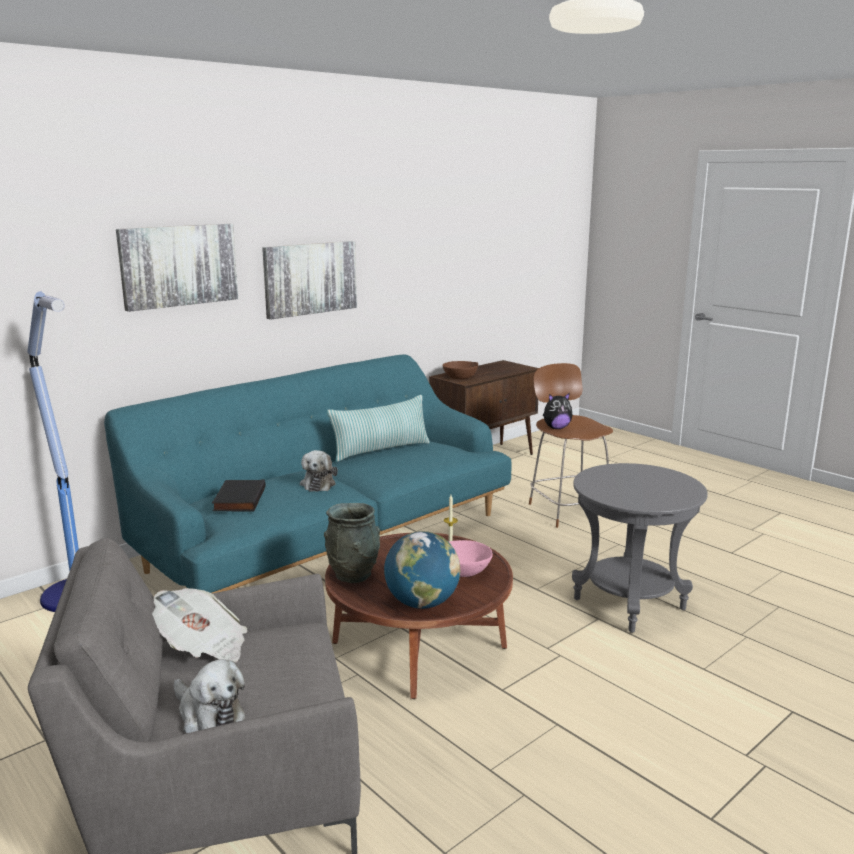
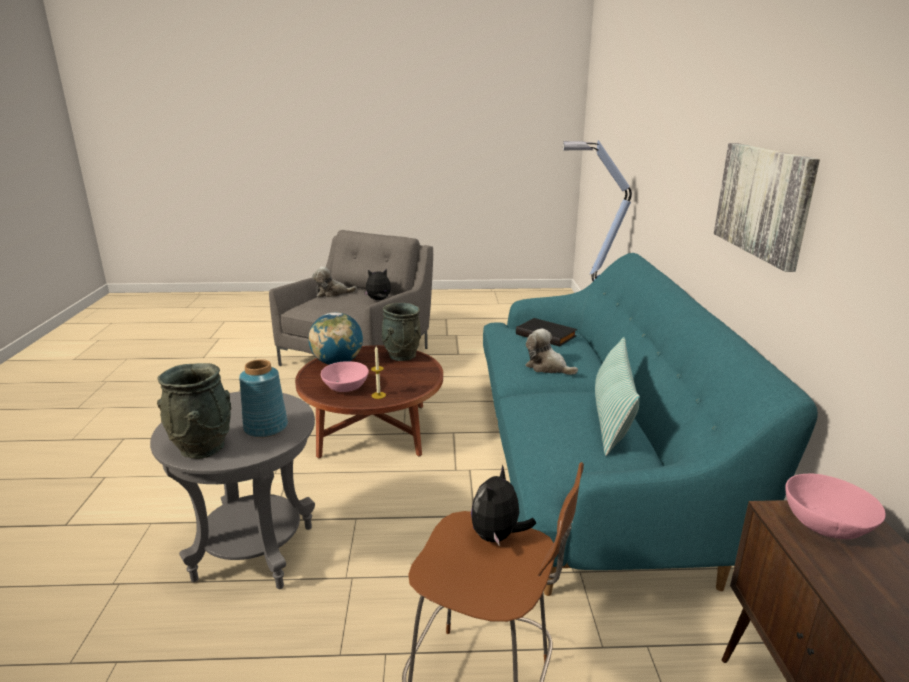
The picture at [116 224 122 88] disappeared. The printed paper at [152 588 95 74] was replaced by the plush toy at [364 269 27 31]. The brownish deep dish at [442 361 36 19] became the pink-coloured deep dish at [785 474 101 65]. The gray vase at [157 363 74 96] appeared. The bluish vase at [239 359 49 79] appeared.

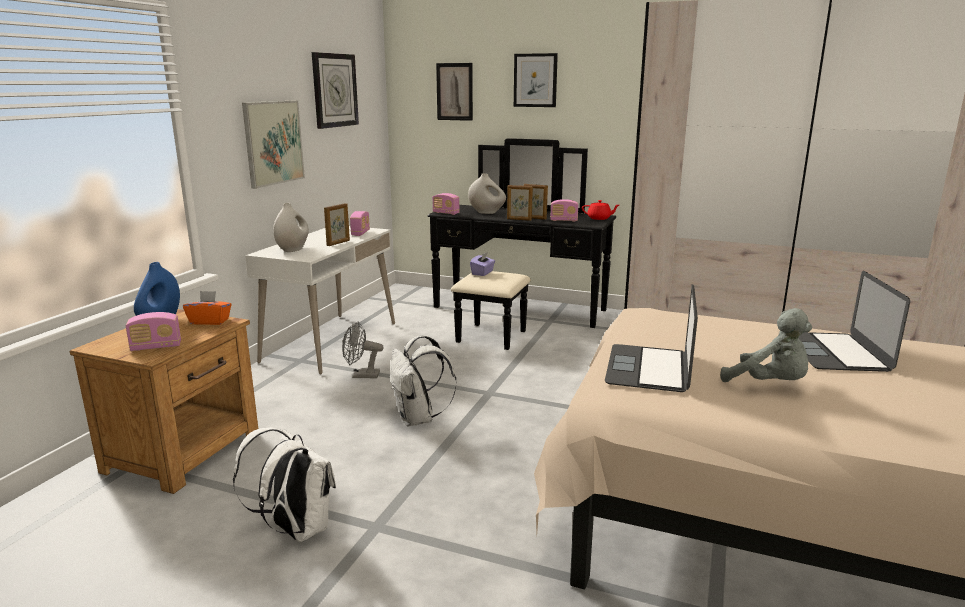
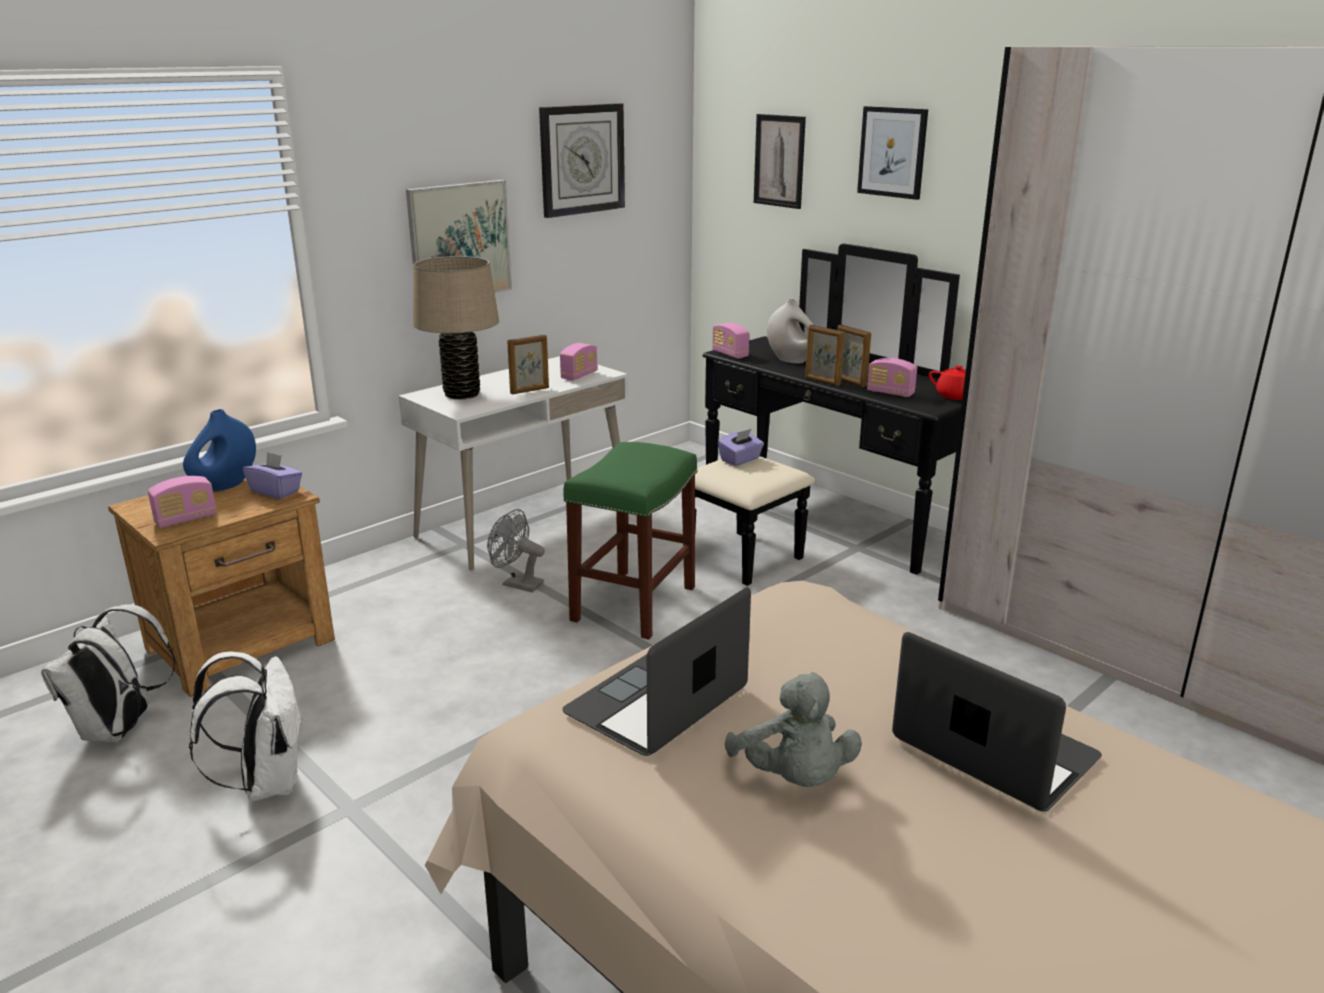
The radio set at [126 312 55 39] turned 45 degrees counterclockwise. The orangey tissue holder at [183 291 49 34] became the purple tissue holder at [243 452 59 47]. The white-coloured vase at [273 203 36 49] was replaced by the beige table lamp at [413 256 86 143]. The white-coloured rucksack moved from [390 335 67 91] to [41 605 134 137]. The notebook computer at [799 271 111 101] turned 105 degrees clockwise. The green-coloured stool seat at [563 442 135 198] appeared.

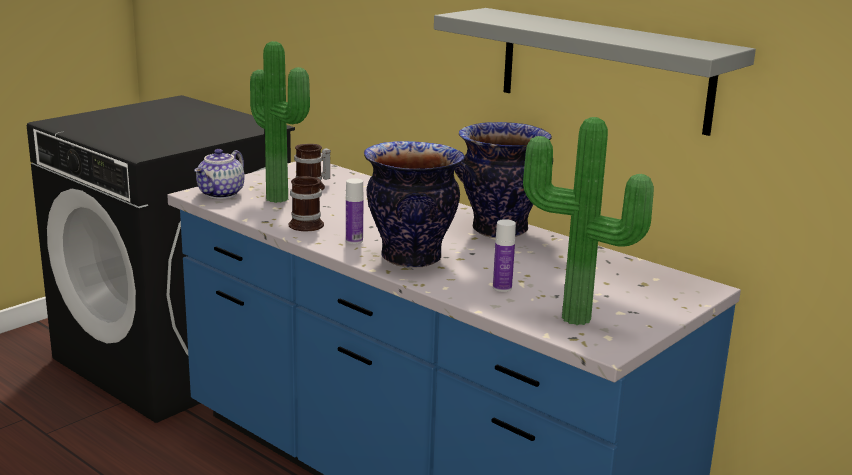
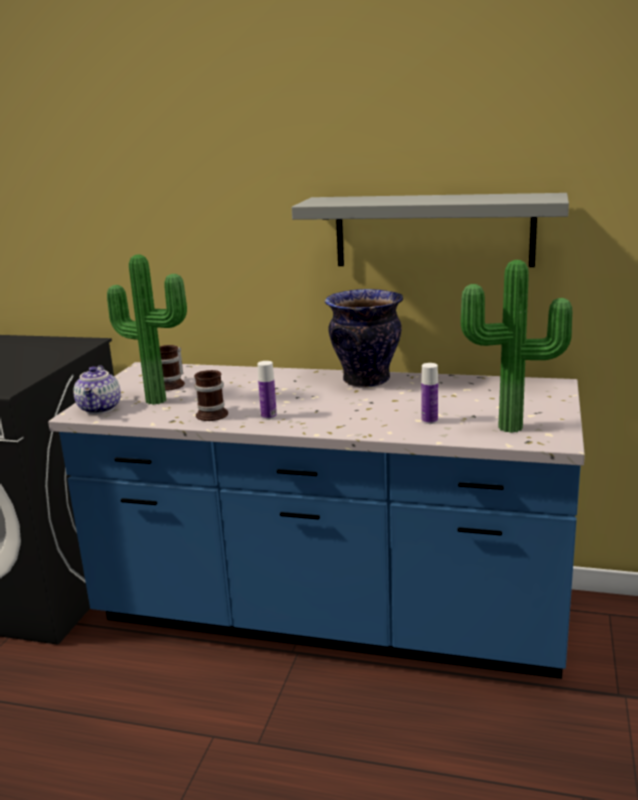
The vase at [364 141 101 127] disappeared.

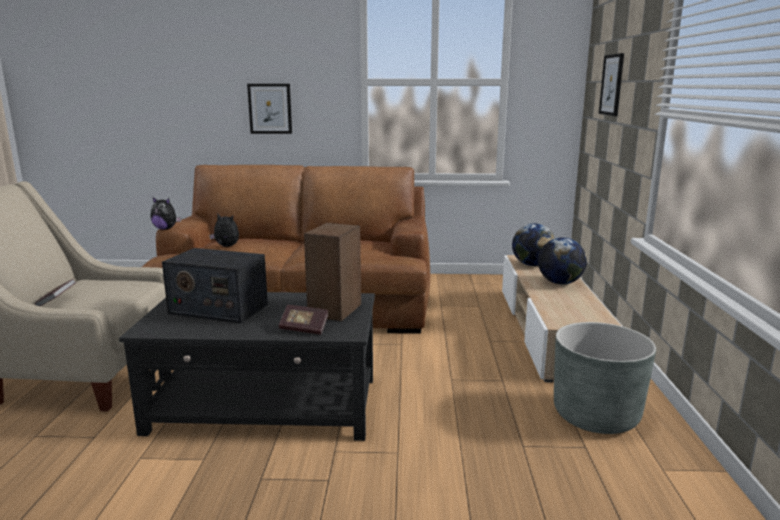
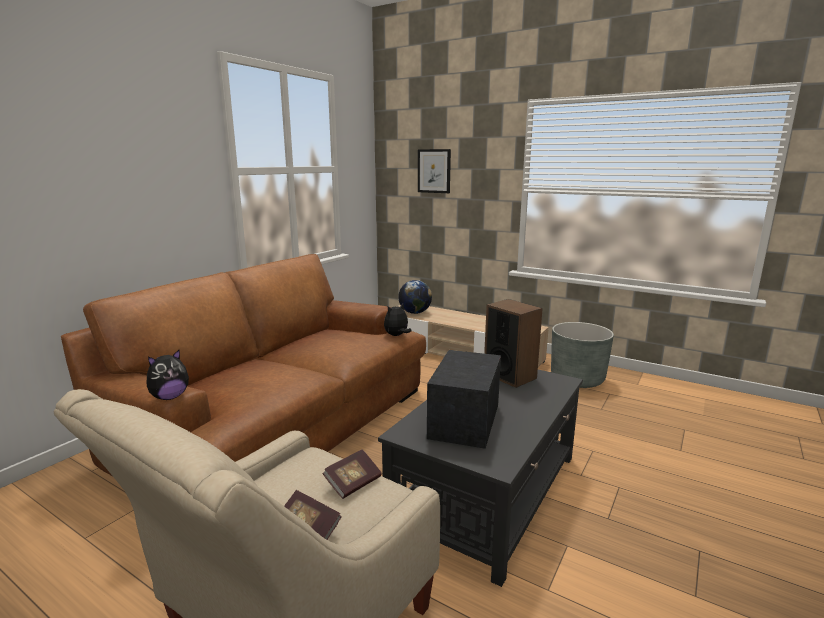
The radio set at [162 248 106 75] turned 150 degrees clockwise. The plush toy moved from [209 214 30 33] to [384 304 28 32]. The picture at [247 84 45 50] disappeared. The volume moved from [279 305 49 30] to [322 449 60 50]. The globe at [538 237 49 47] disappeared.

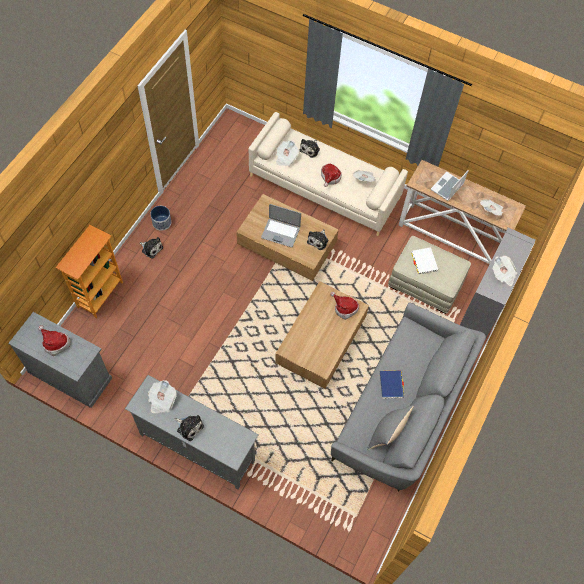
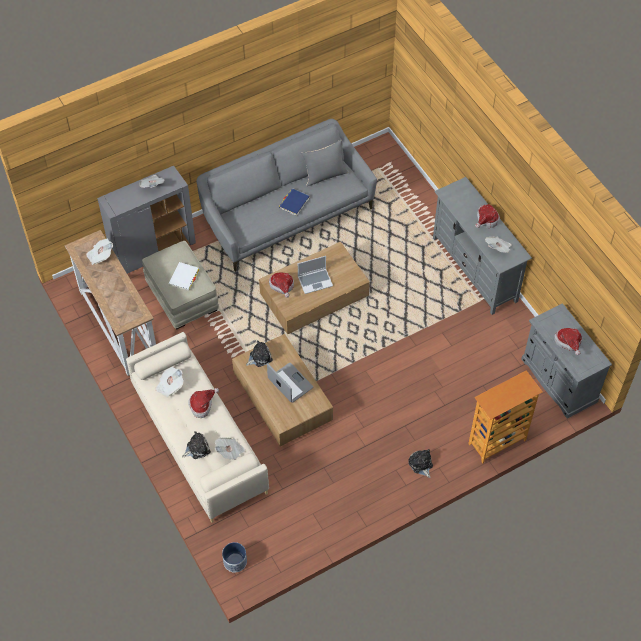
The plant pot moved from [150 206 21 25] to [222 542 25 31]. The plush toy at [174 415 30 26] was replaced by the hat at [475 204 25 24]. The notebook computer moved from [430 170 39 31] to [298 256 35 38].

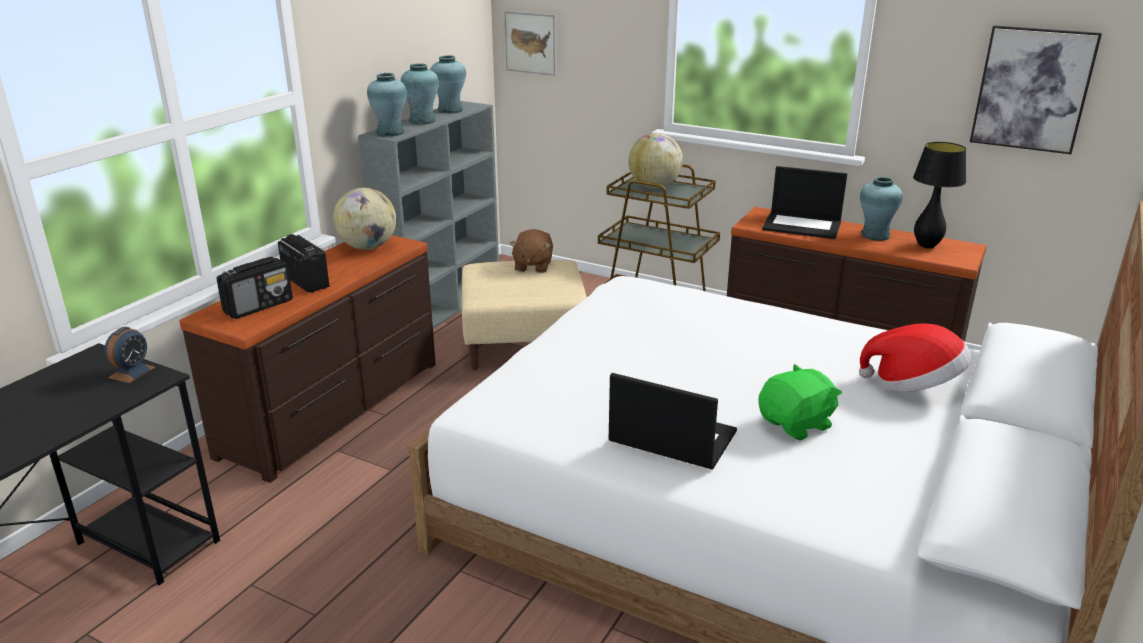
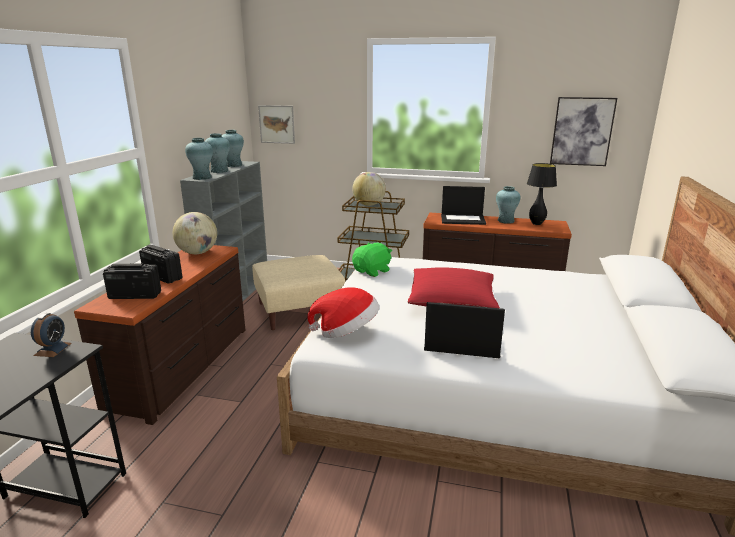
The radio set at [216 257 77 62] turned 120 degrees counterclockwise. The brownish plush toy at [509 229 44 44] disappeared. The green-coloured plush toy moved from [758 364 84 77] to [352 243 40 34]. The hat moved from [859 323 112 69] to [307 288 72 50]. The reddish cushion at [408 267 92 41] appeared.

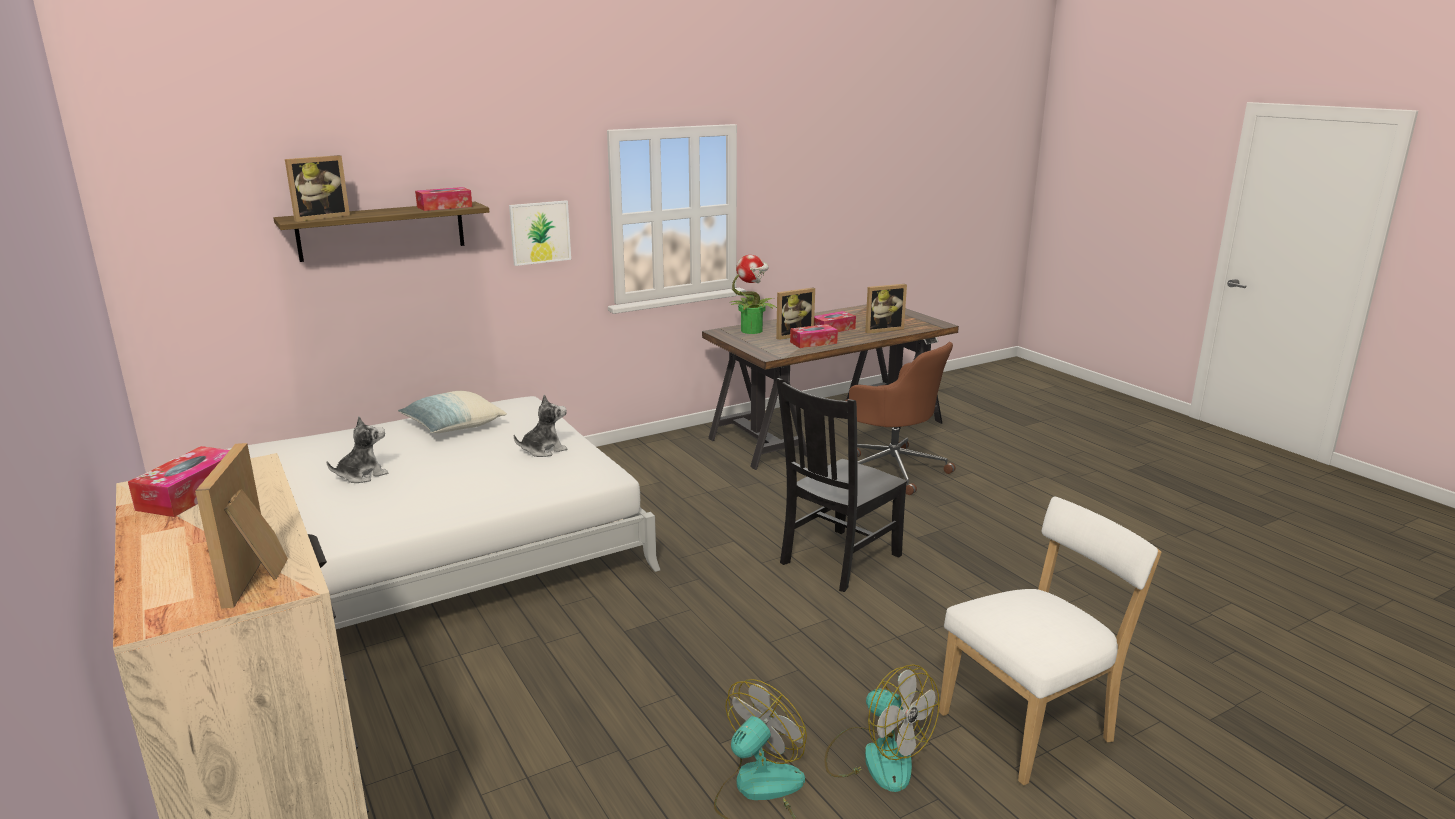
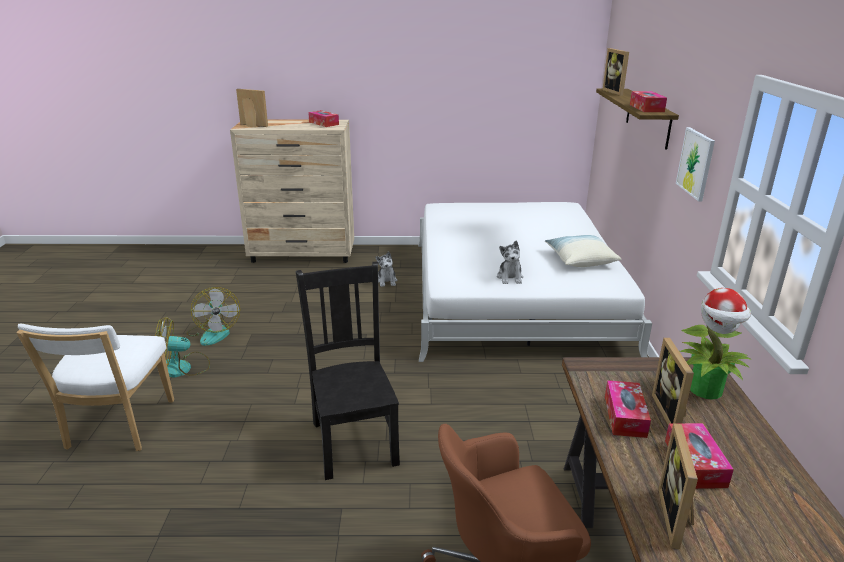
The plush toy moved from [327 417 61 66] to [376 251 21 36].

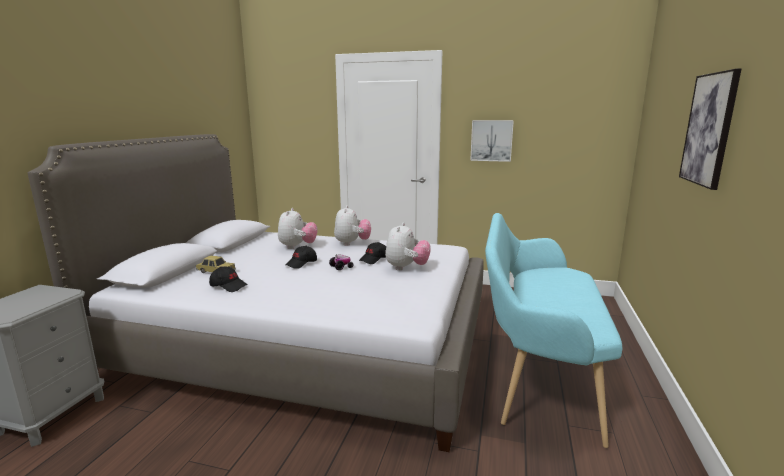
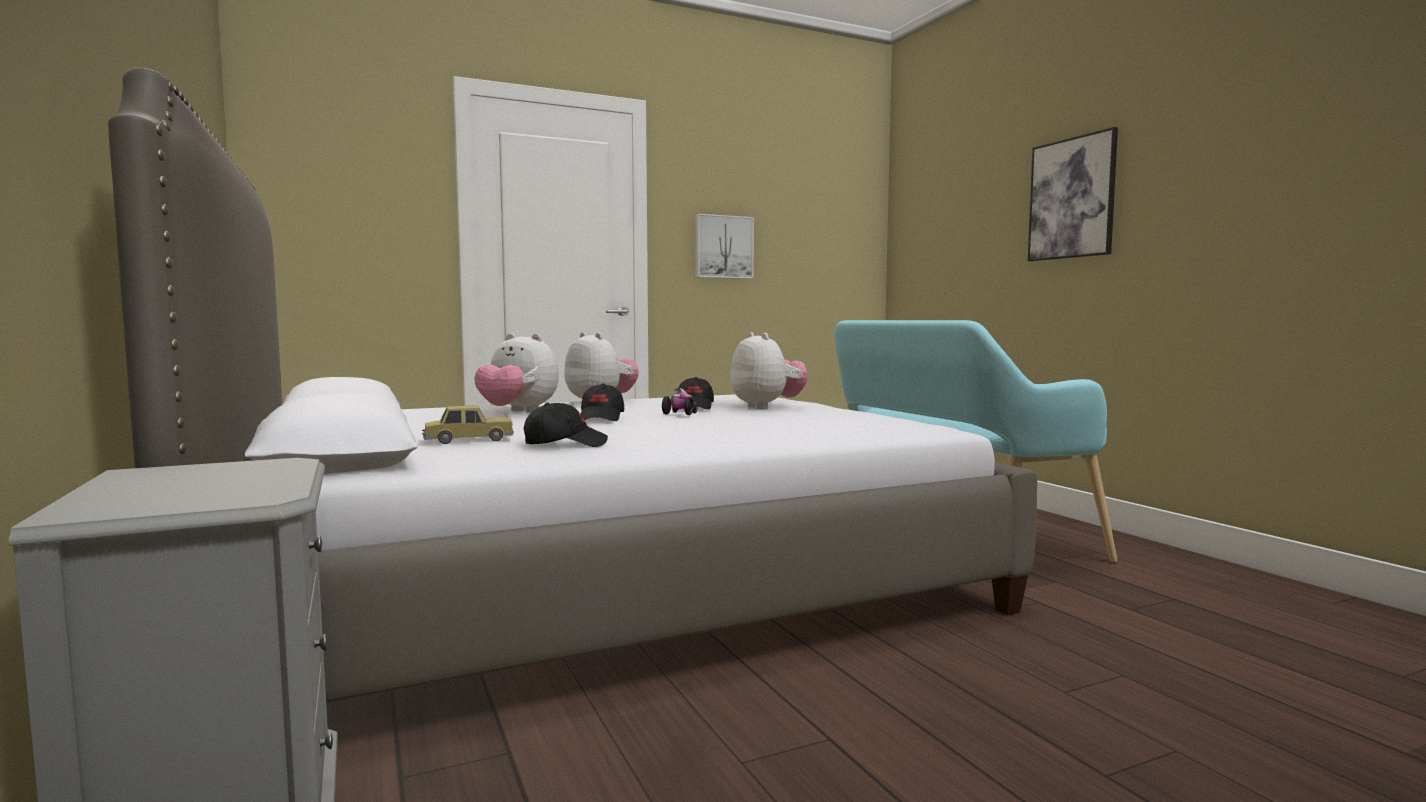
The plush toy at [278 208 40 41] turned 150 degrees clockwise.

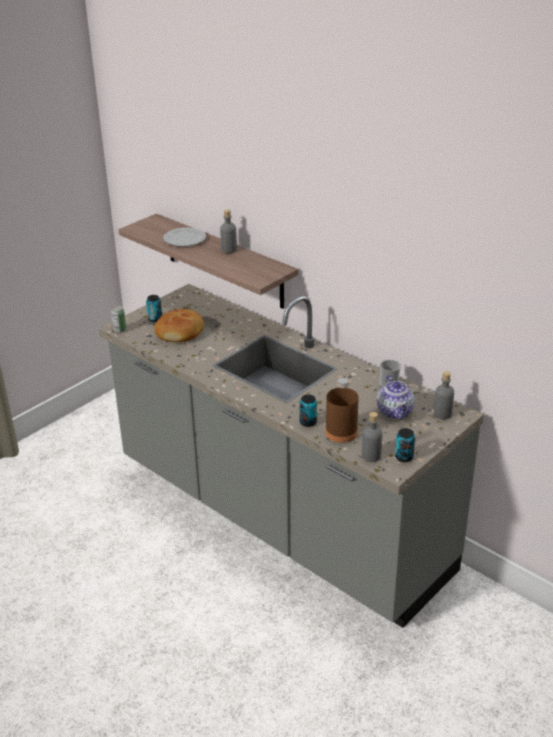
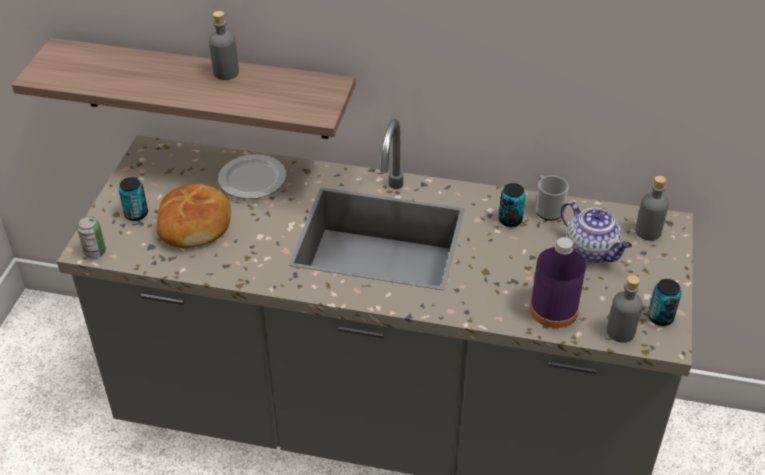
The plate moved from [163 228 43 19] to [218 154 68 45]. The can moved from [300 394 17 33] to [499 183 27 44]. The brownish drink bottle at [325 378 34 65] became the purple drink bottle at [530 237 56 91].

